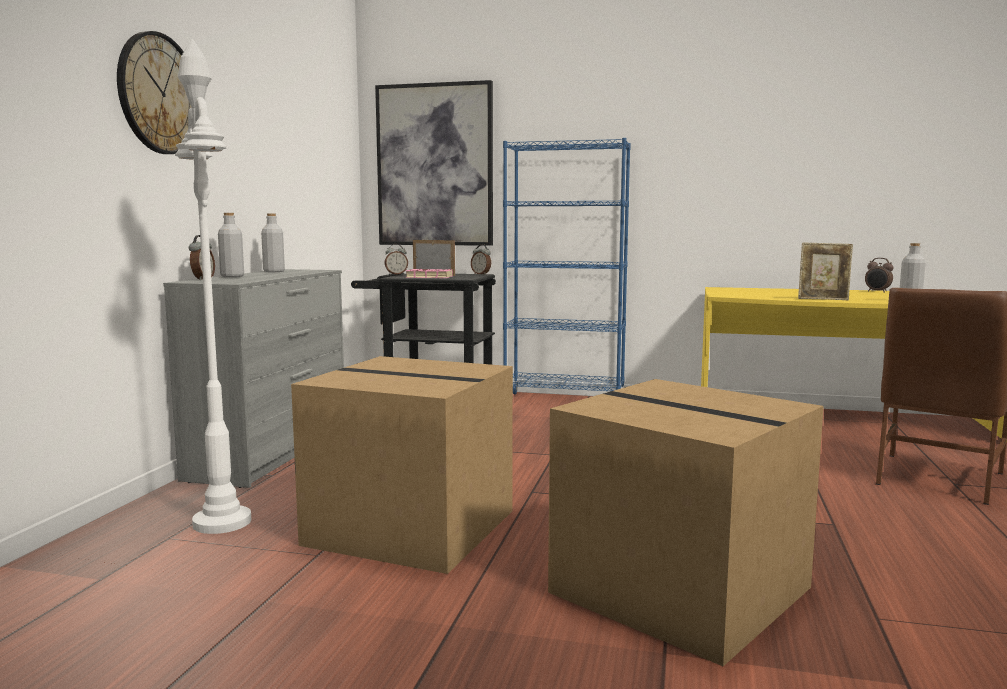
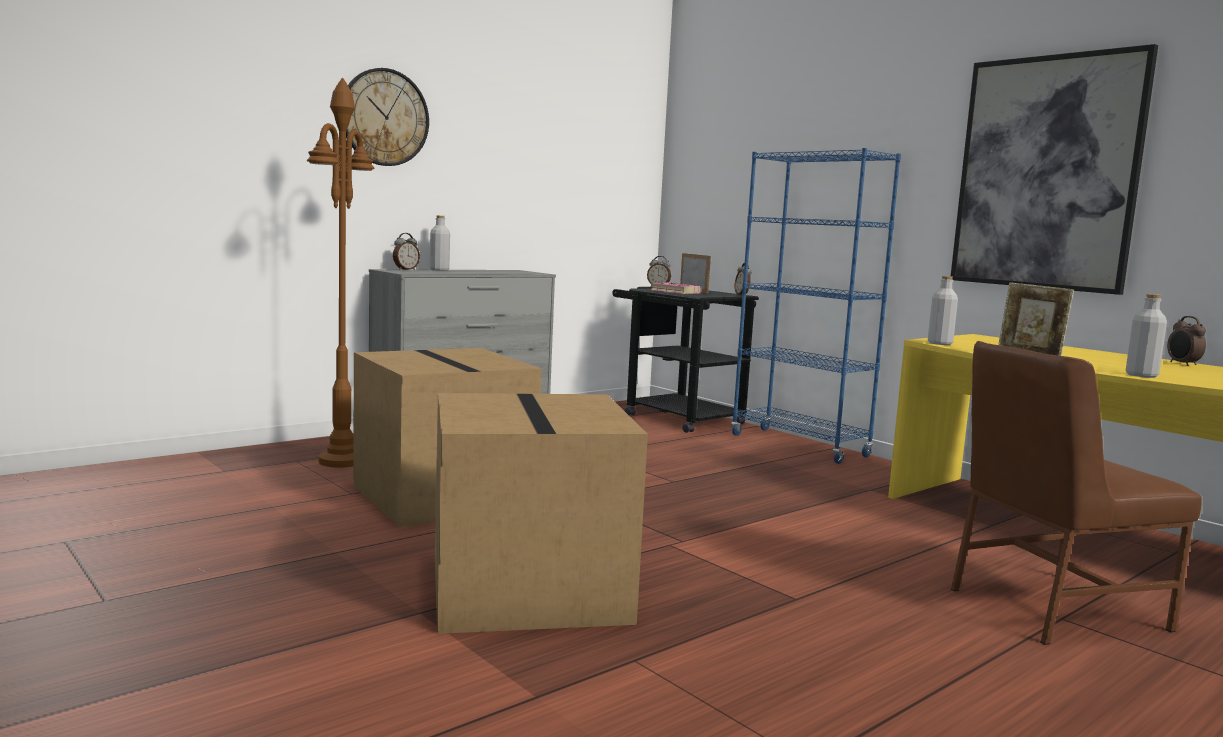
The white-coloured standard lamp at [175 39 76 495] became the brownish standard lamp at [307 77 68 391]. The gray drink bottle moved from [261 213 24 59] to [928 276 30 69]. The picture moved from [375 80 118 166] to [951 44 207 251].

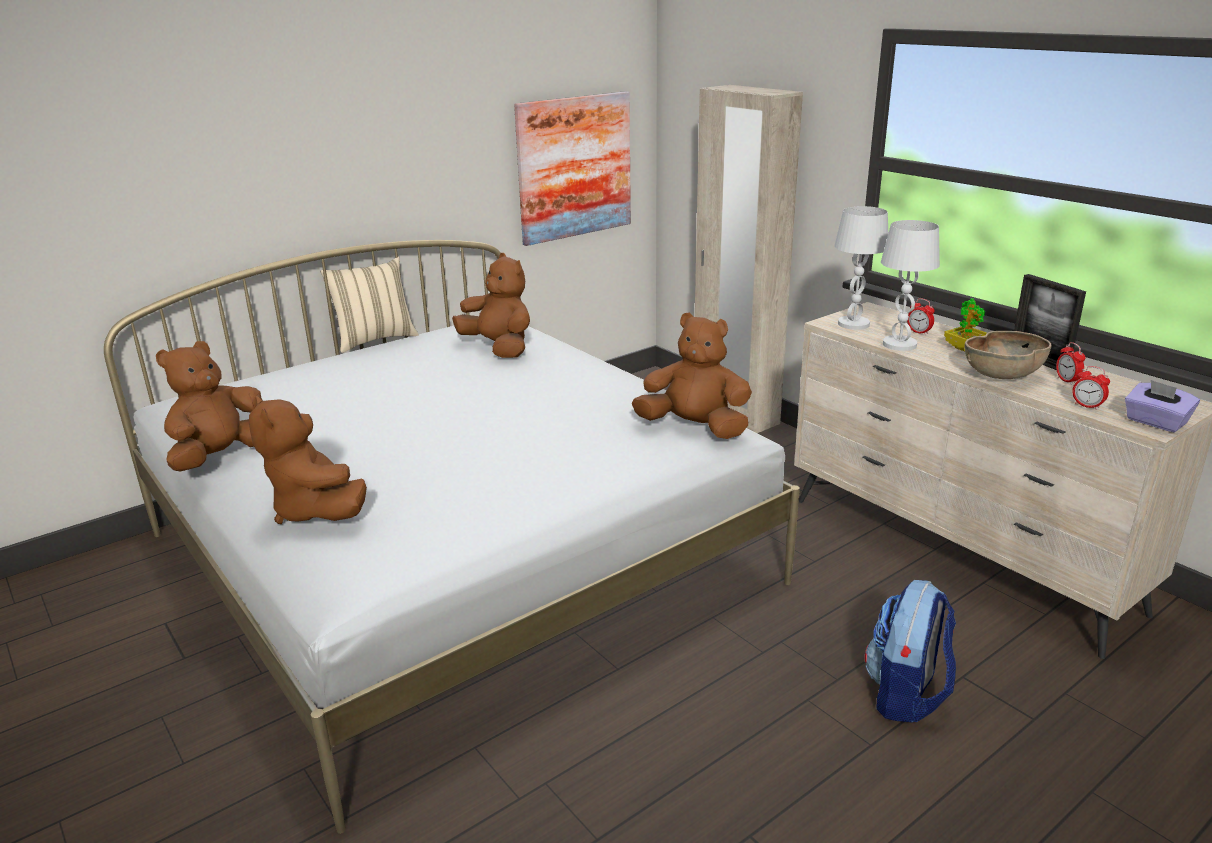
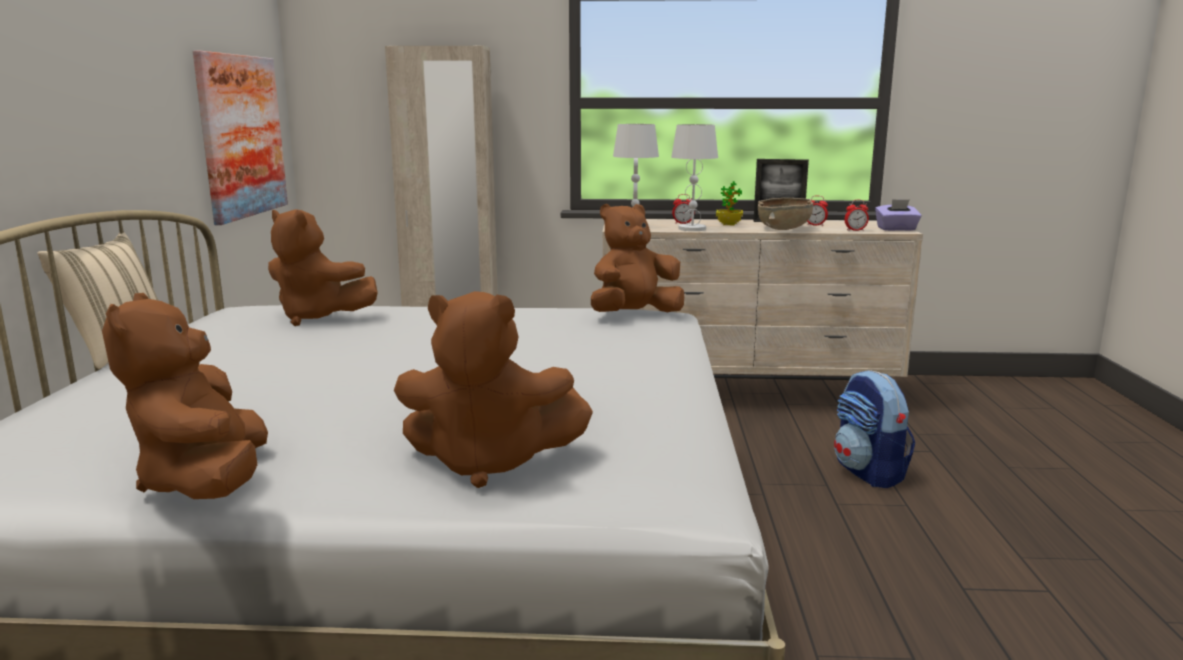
The brownish plush toy at [452 253 78 105] turned 150 degrees counterclockwise.

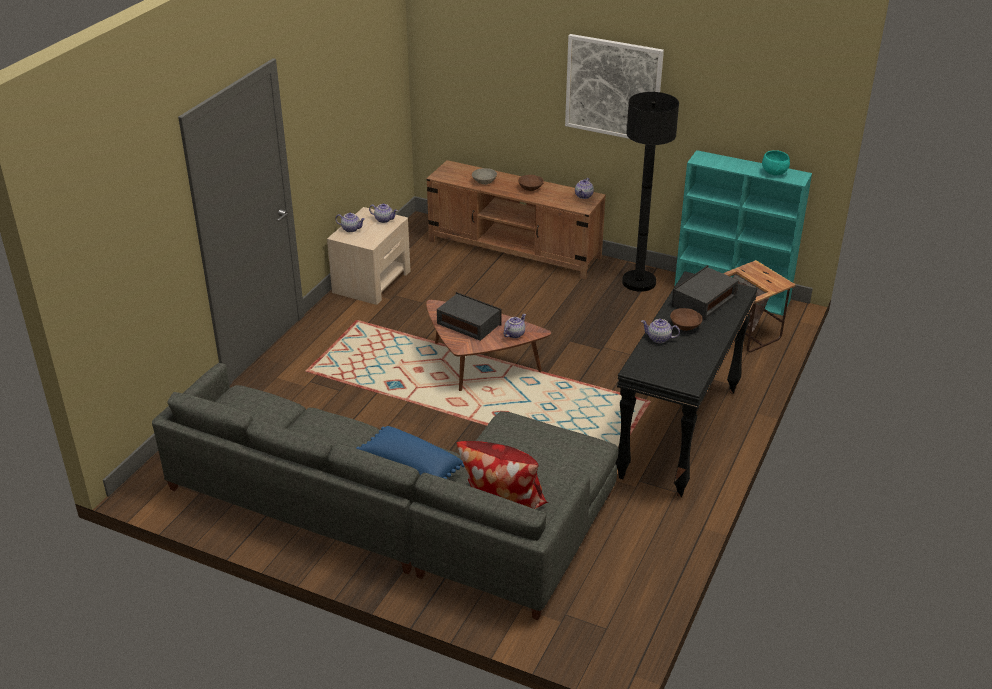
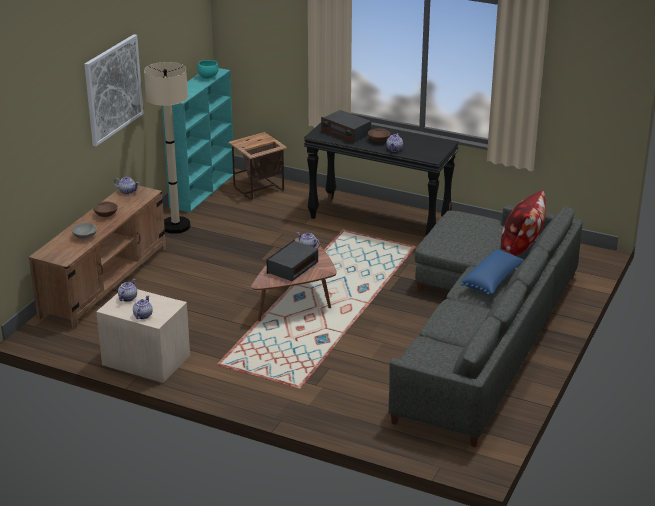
The blackish standard lamp at [622 92 57 200] became the beige standard lamp at [144 62 47 172].

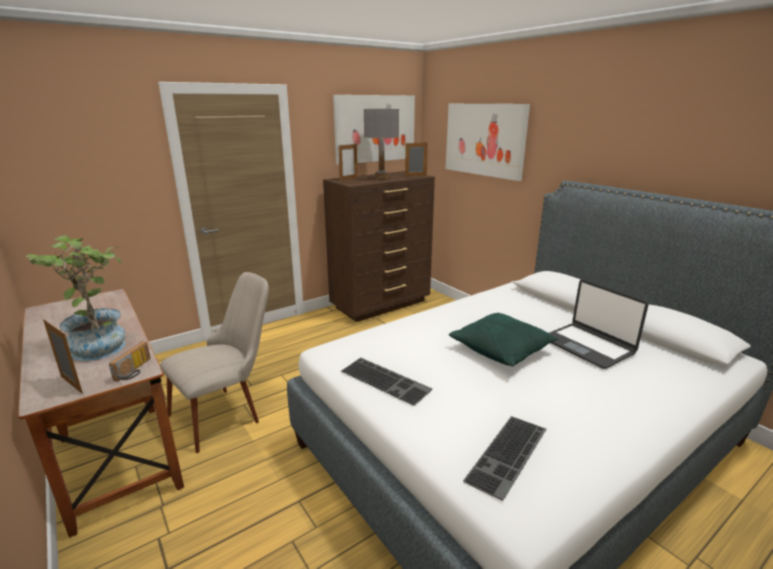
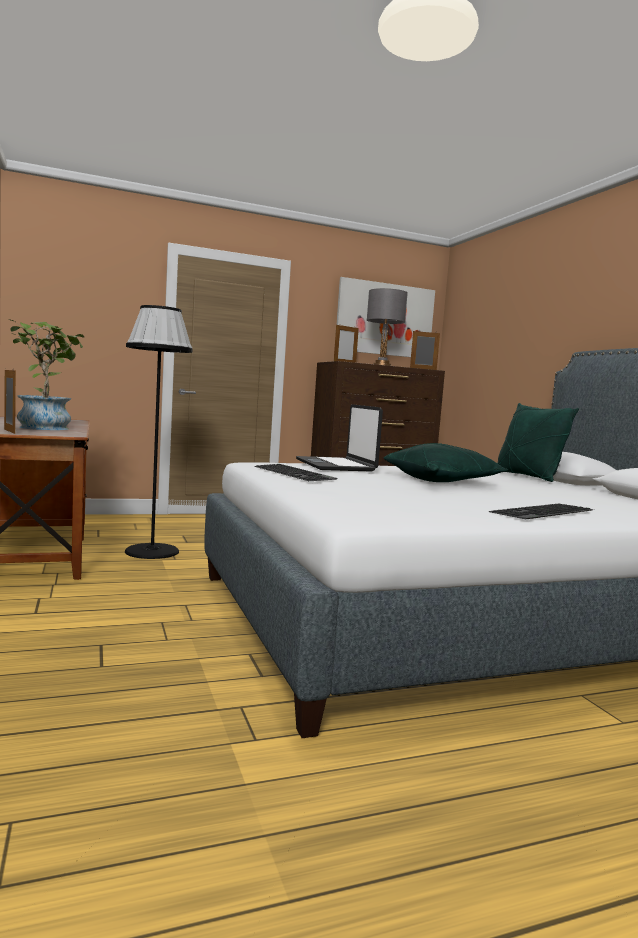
The radio set at [109 341 42 41] disappeared. The beige chair at [160 272 109 181] was replaced by the blackish standard lamp at [125 305 68 254]. The picture at [446 104 84 77] disappeared. The computer keyboard moved from [463 416 83 85] to [488 503 106 16]. The notebook computer moved from [549 280 99 89] to [296 404 87 68]. The green-coloured cushion at [497 403 82 79] appeared.

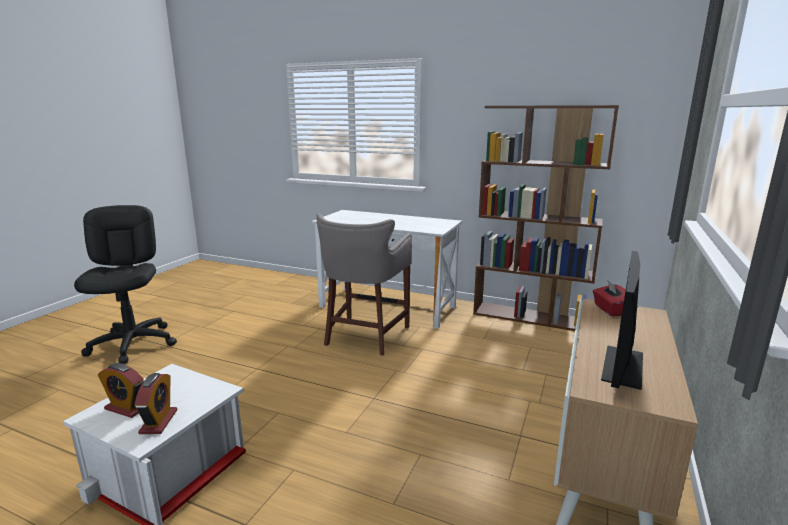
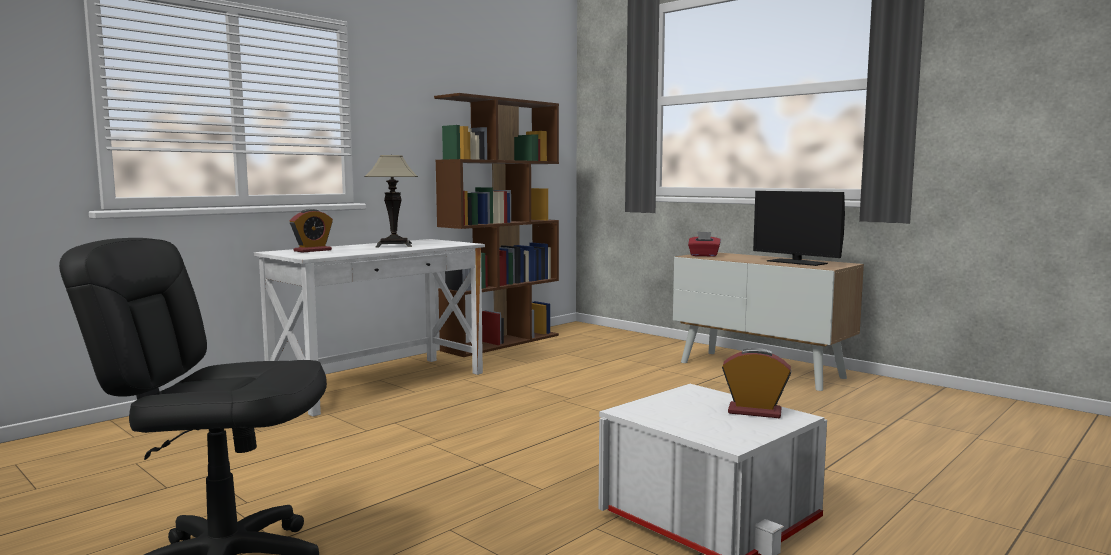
The alarm clock moved from [98 363 46 55] to [290 209 43 43]. The gray stool seat at [316 214 96 141] disappeared. The table lamp at [365 154 53 94] appeared.

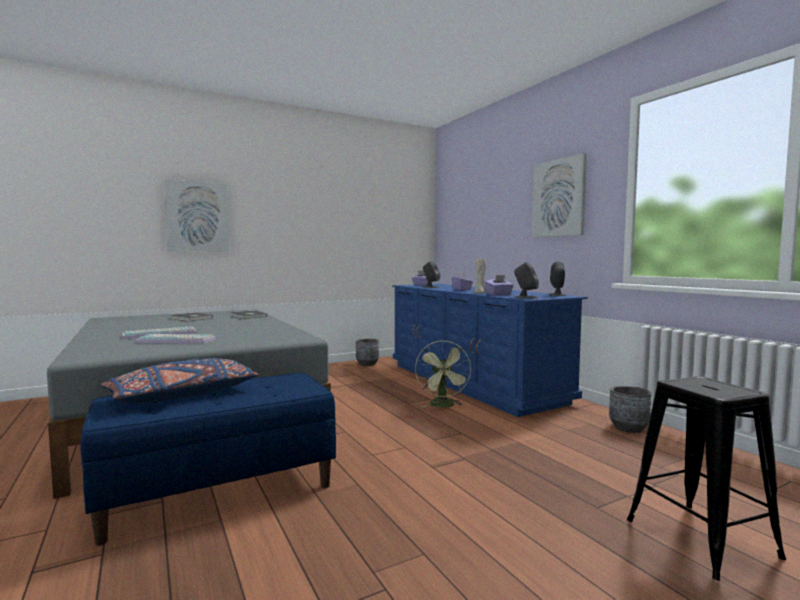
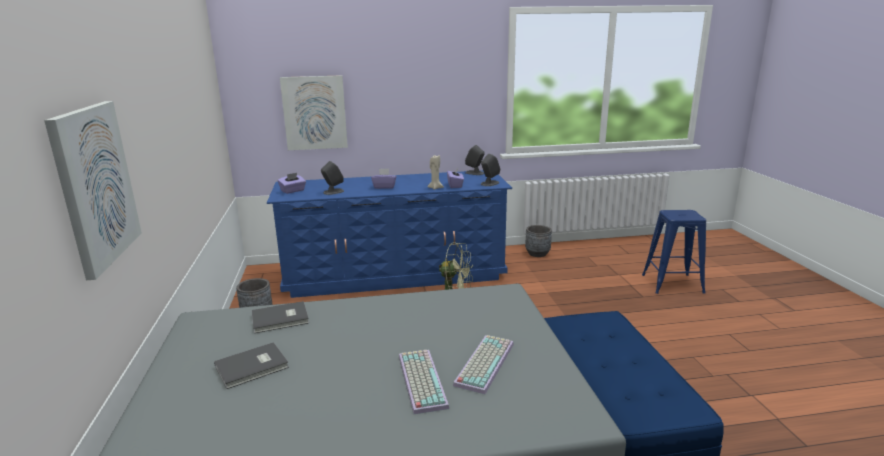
The bluish cushion at [101 358 158 45] disappeared. The picture moved from [532 153 55 84] to [280 75 68 75]. The blackish stool seat at [627 376 159 205] became the bluish stool seat at [642 210 64 84].

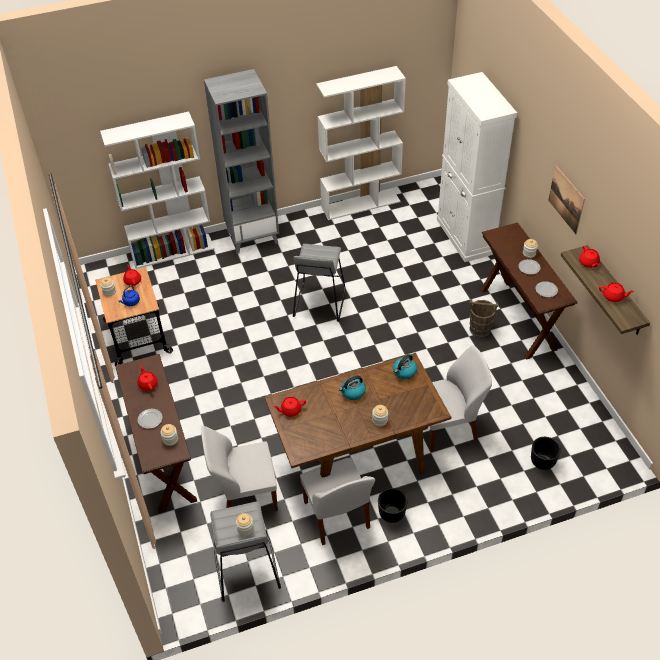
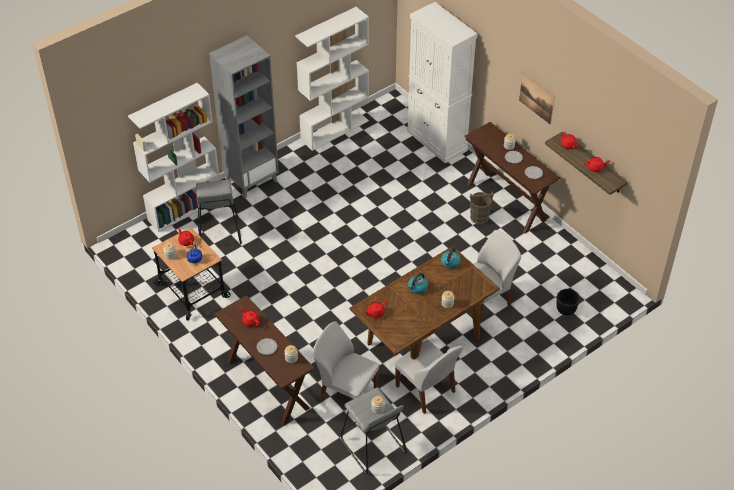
The white-coloured chair at [201 426 77 85] turned 60 degrees clockwise. The gray stool seat moved from [293 244 53 78] to [196 179 46 65]. The blackish plant pot at [378 488 30 35] disappeared.

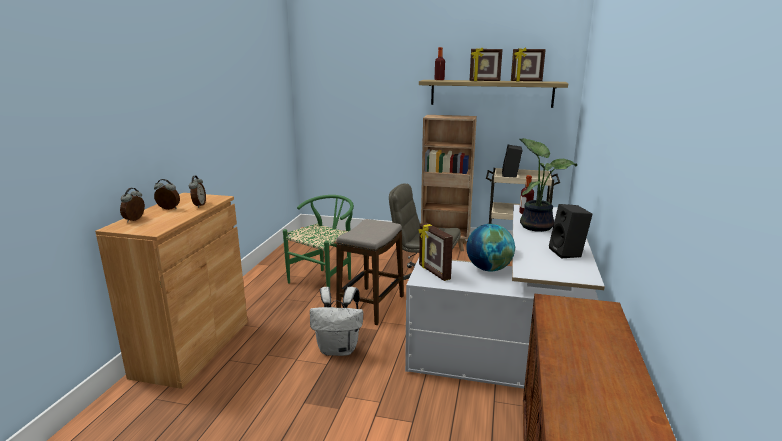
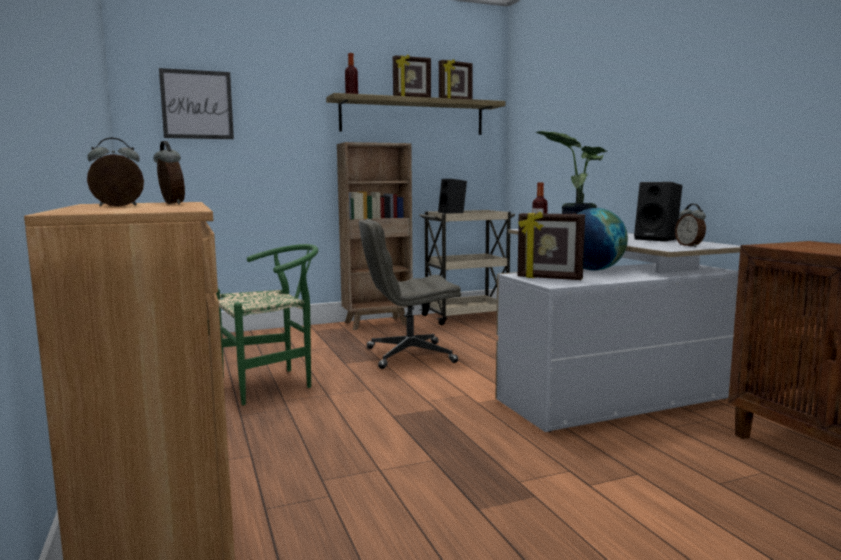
The alarm clock moved from [120 188 25 34] to [675 204 31 43]. The green-coloured chair at [283 195 71 92] turned 60 degrees clockwise. The white-coloured rucksack at [310 287 53 69] disappeared. The stool seat at [336 219 68 106] disappeared. The picture at [159 68 75 71] appeared.

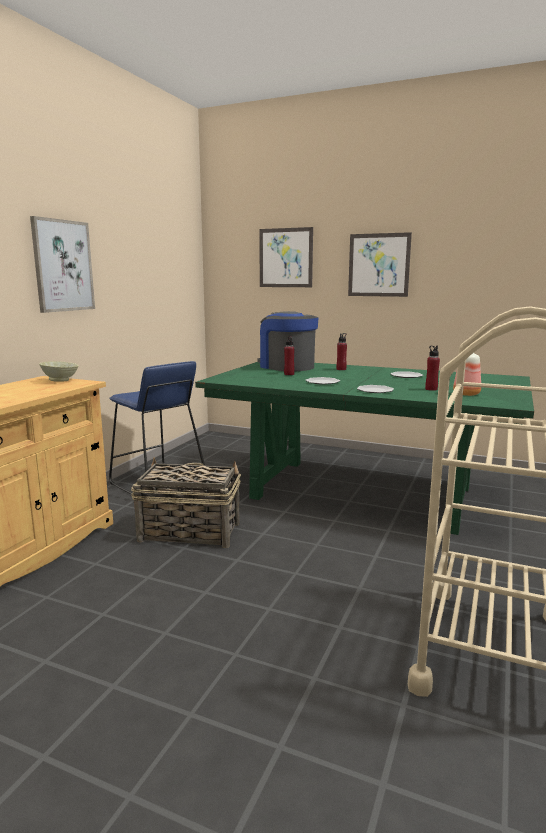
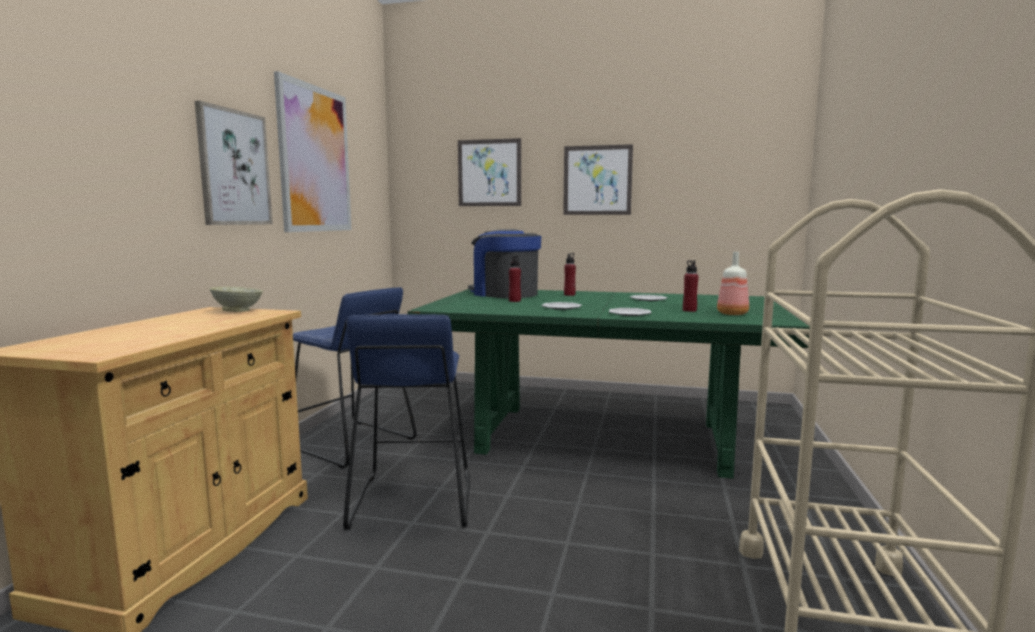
The basket at [131 457 110 91] was replaced by the bluish stool seat at [343 314 127 216]. The picture at [274 71 78 161] appeared.

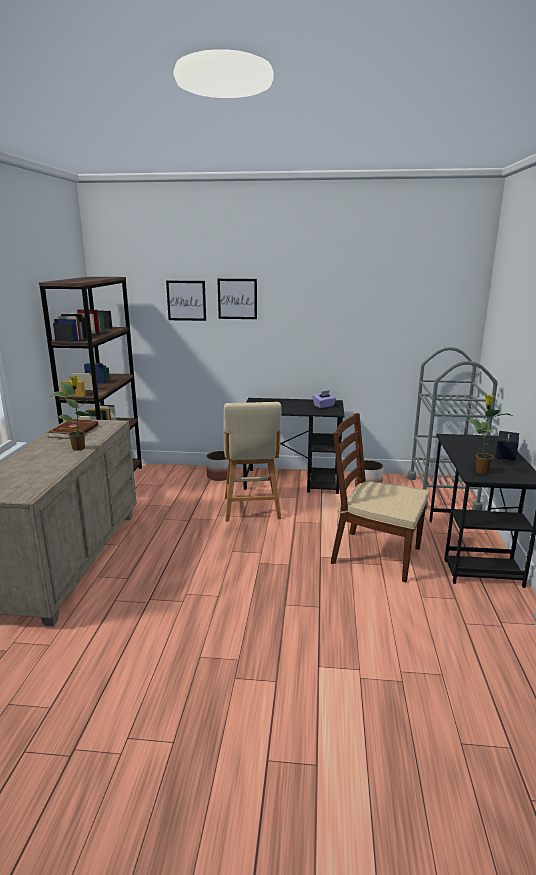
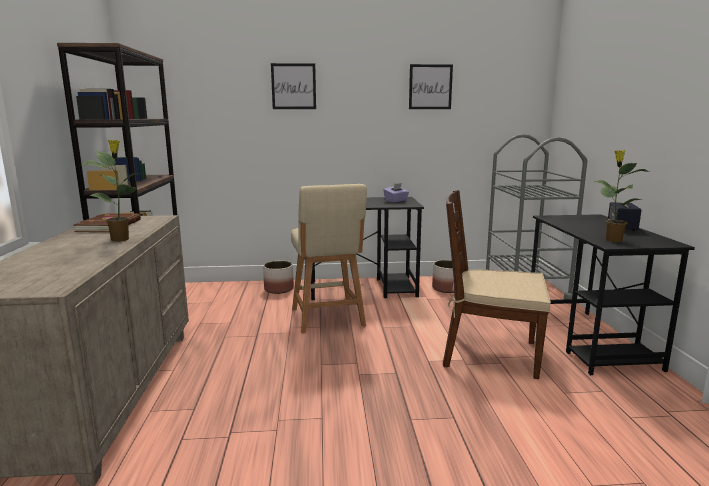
The picture moved from [166 281 40 40] to [409 64 44 45].

